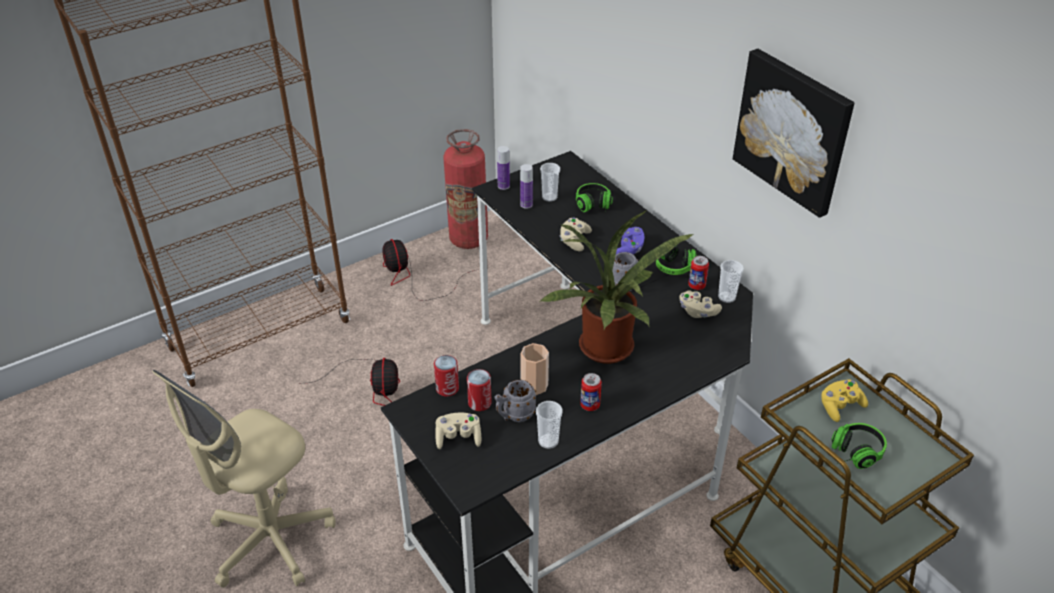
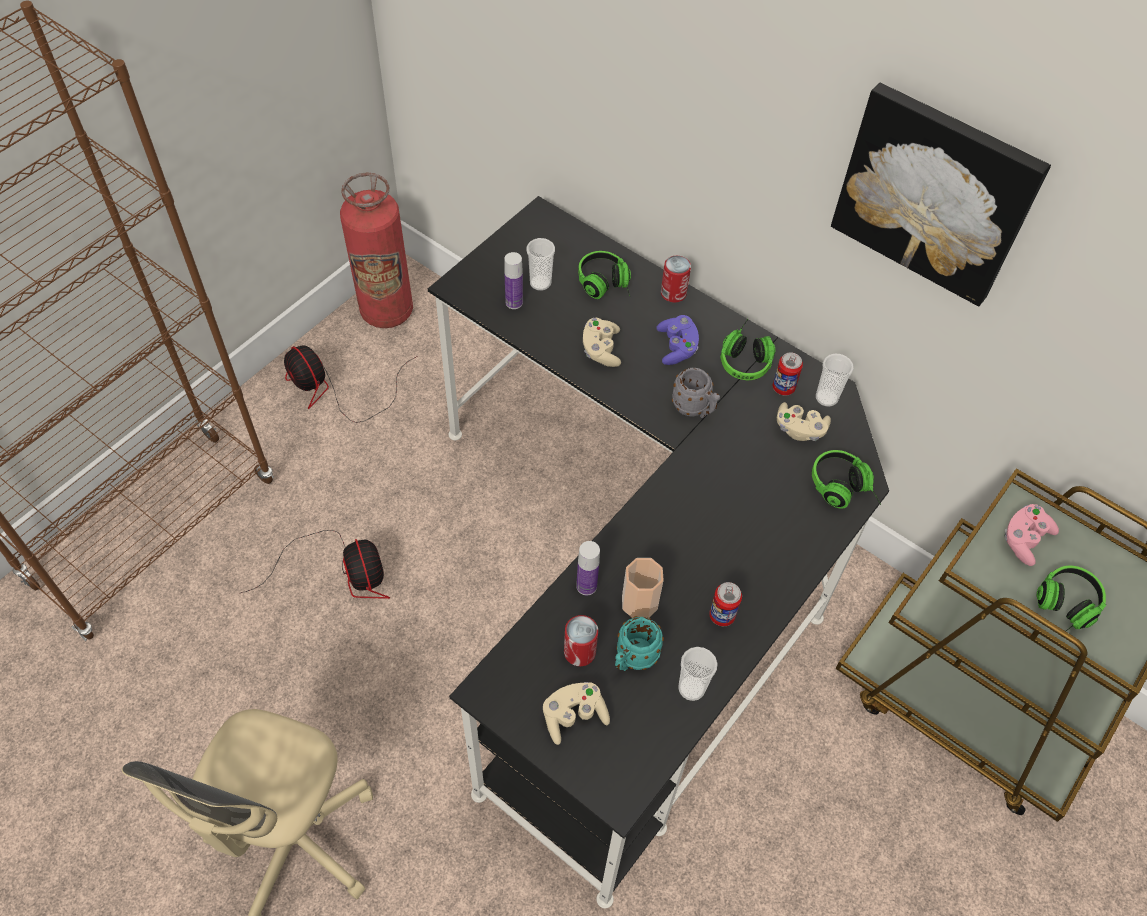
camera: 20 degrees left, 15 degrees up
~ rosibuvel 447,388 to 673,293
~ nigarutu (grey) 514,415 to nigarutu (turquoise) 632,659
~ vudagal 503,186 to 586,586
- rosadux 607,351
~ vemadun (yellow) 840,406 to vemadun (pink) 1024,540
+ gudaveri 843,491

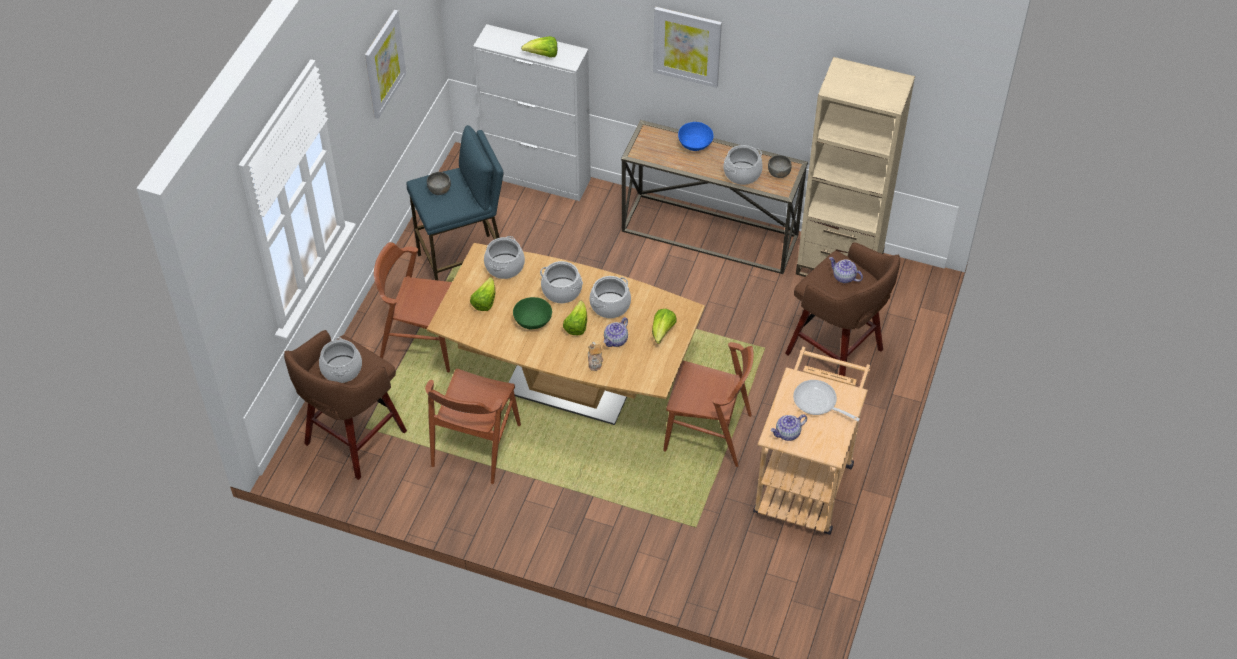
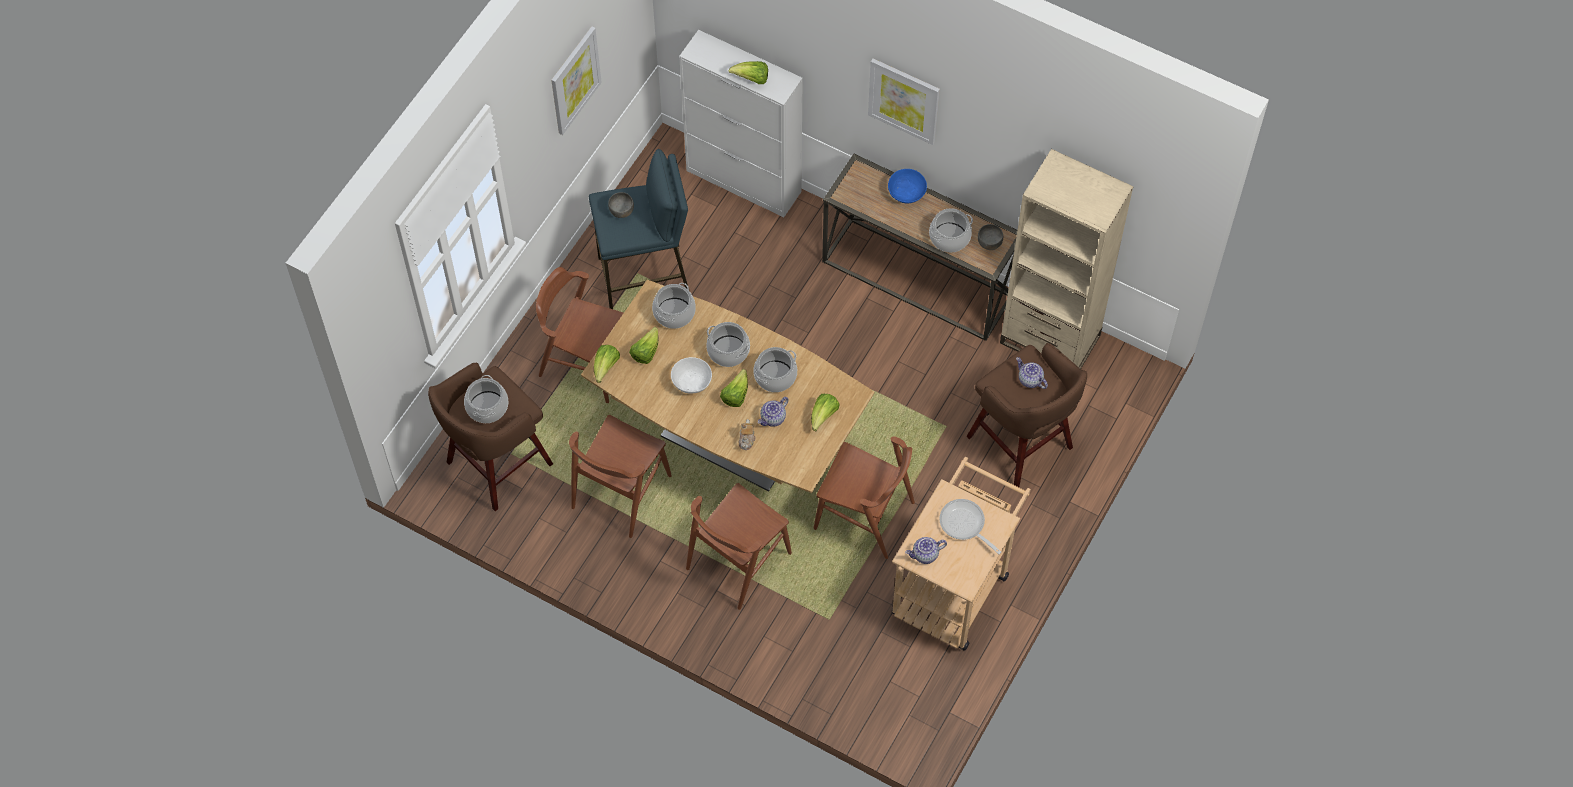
camera: 10 degrees right, 10 degrees up
~ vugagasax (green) 532,320 to vugagasax (white) 691,381
+ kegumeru 605,367
+ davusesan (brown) 738,561

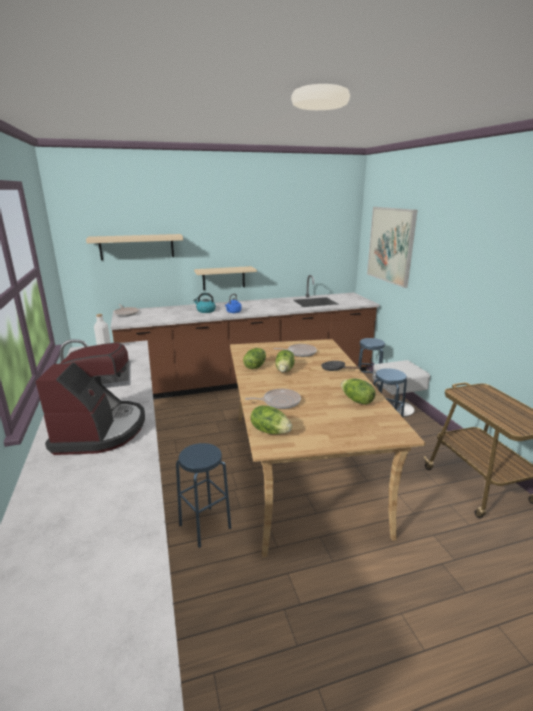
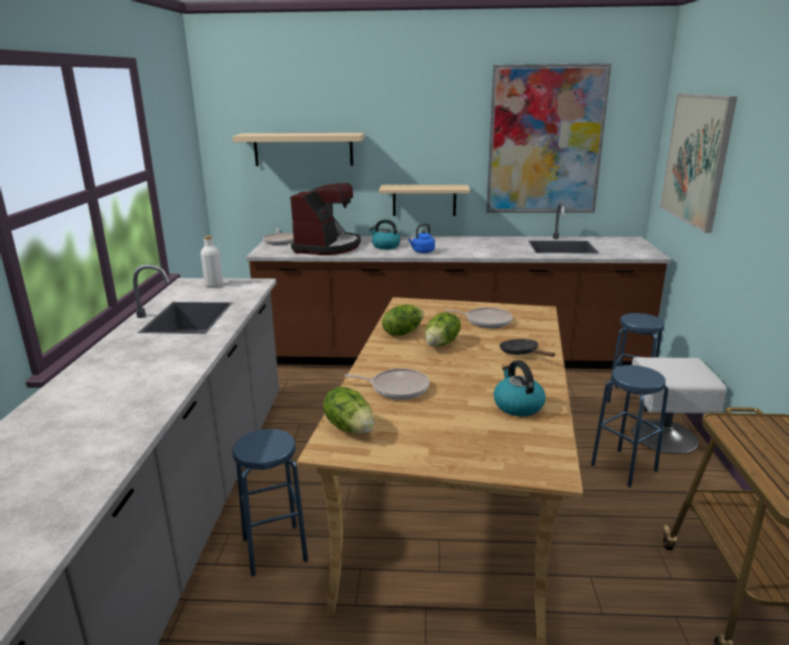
camera: 20 degrees right, 0 degrees up
~ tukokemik 100,430 to 327,247
~ kegumeru 356,400 to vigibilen 517,405
+ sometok 545,141

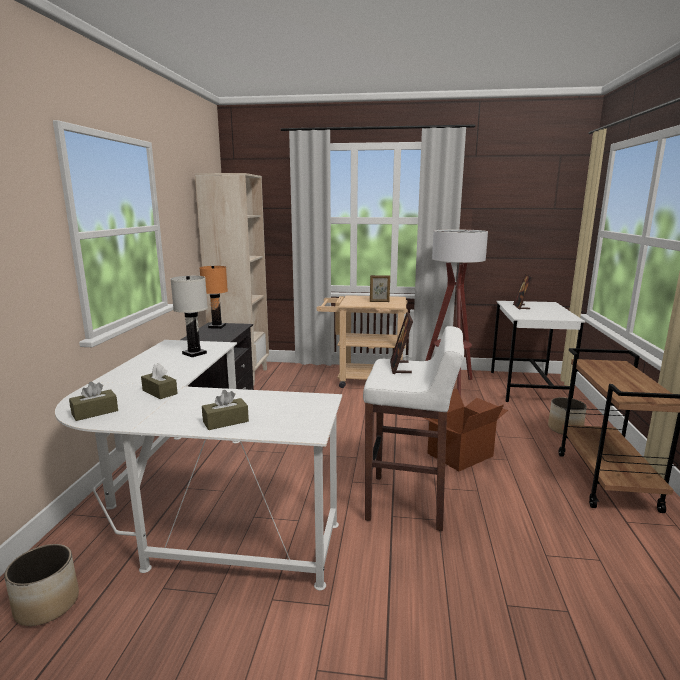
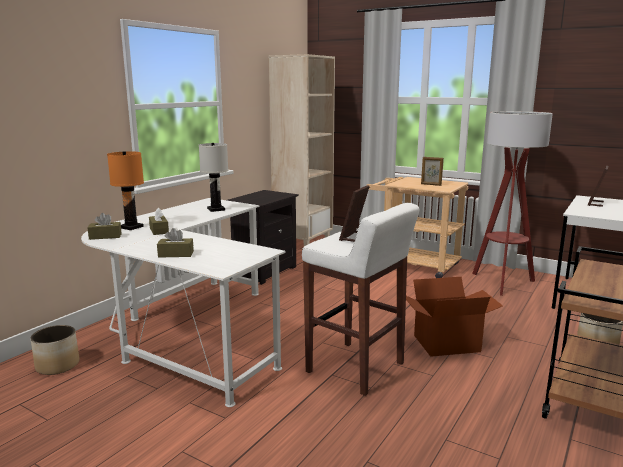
camera: 25 degrees right, 0 degrees up
~ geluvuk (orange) 217,326 to 132,227

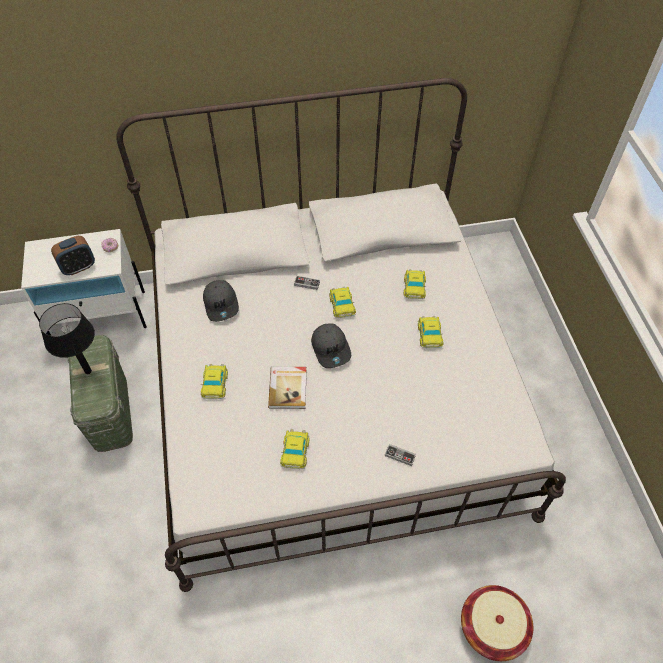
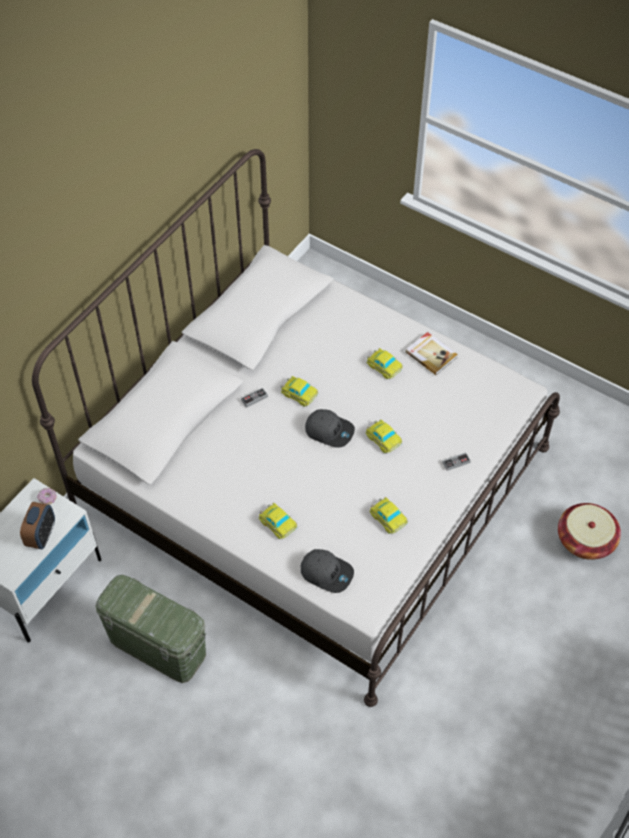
camera: 45 degrees left, 0 degrees up
- geluvuk (black) 88,371
~ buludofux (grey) 221,304 to 327,572
~ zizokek 288,388 to 431,354
~ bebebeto 414,286 to 383,438

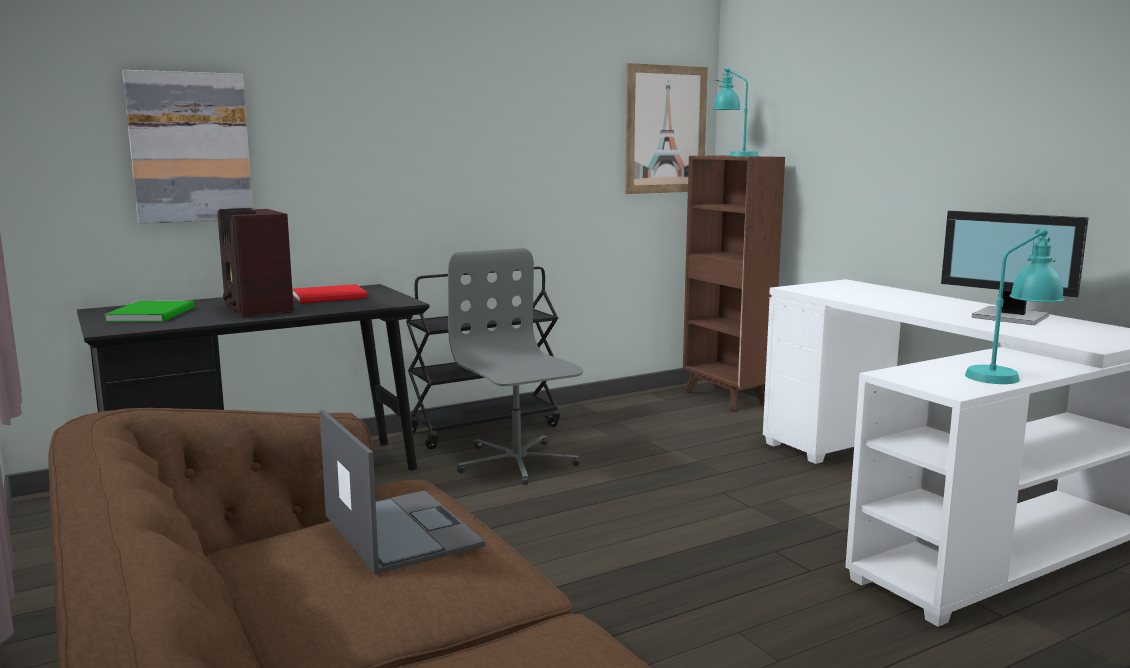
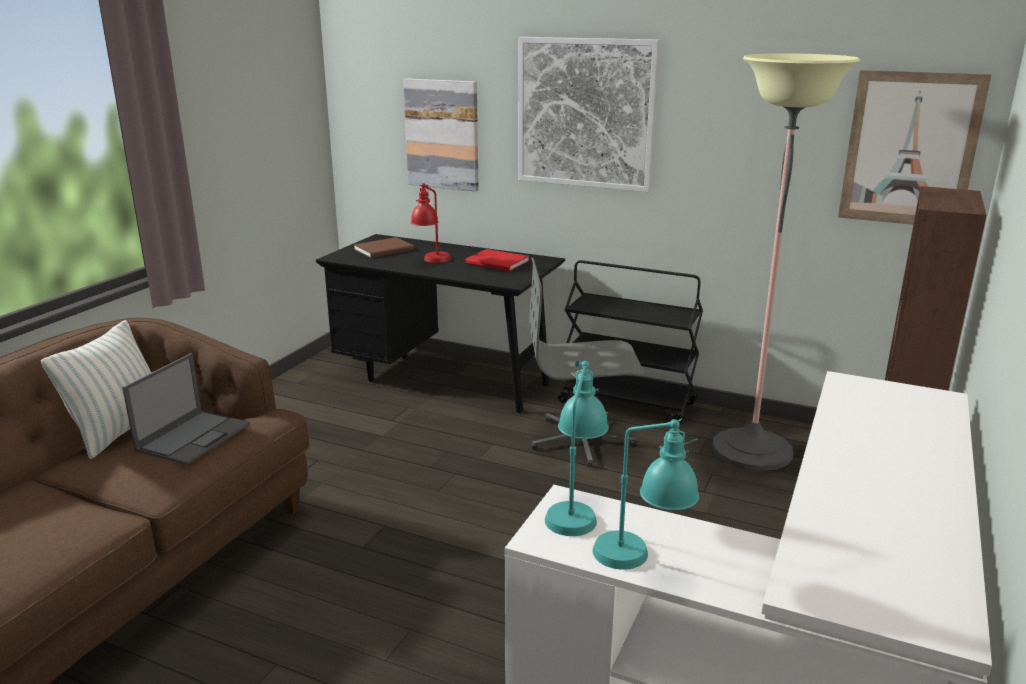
camera: 55 degrees right, 10 degrees up
~ zizokek (green) 154,314 to zizokek (brown) 386,249
~ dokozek 257,309 to geluvuk (red) 432,262
~ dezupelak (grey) 516,463 = 582,440 120 degrees counterclockwise
~ geluvuk (turquoise) 733,155 to 575,508
- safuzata 1010,317
+ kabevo 120,431
+ sometok 585,113
+ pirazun 751,450

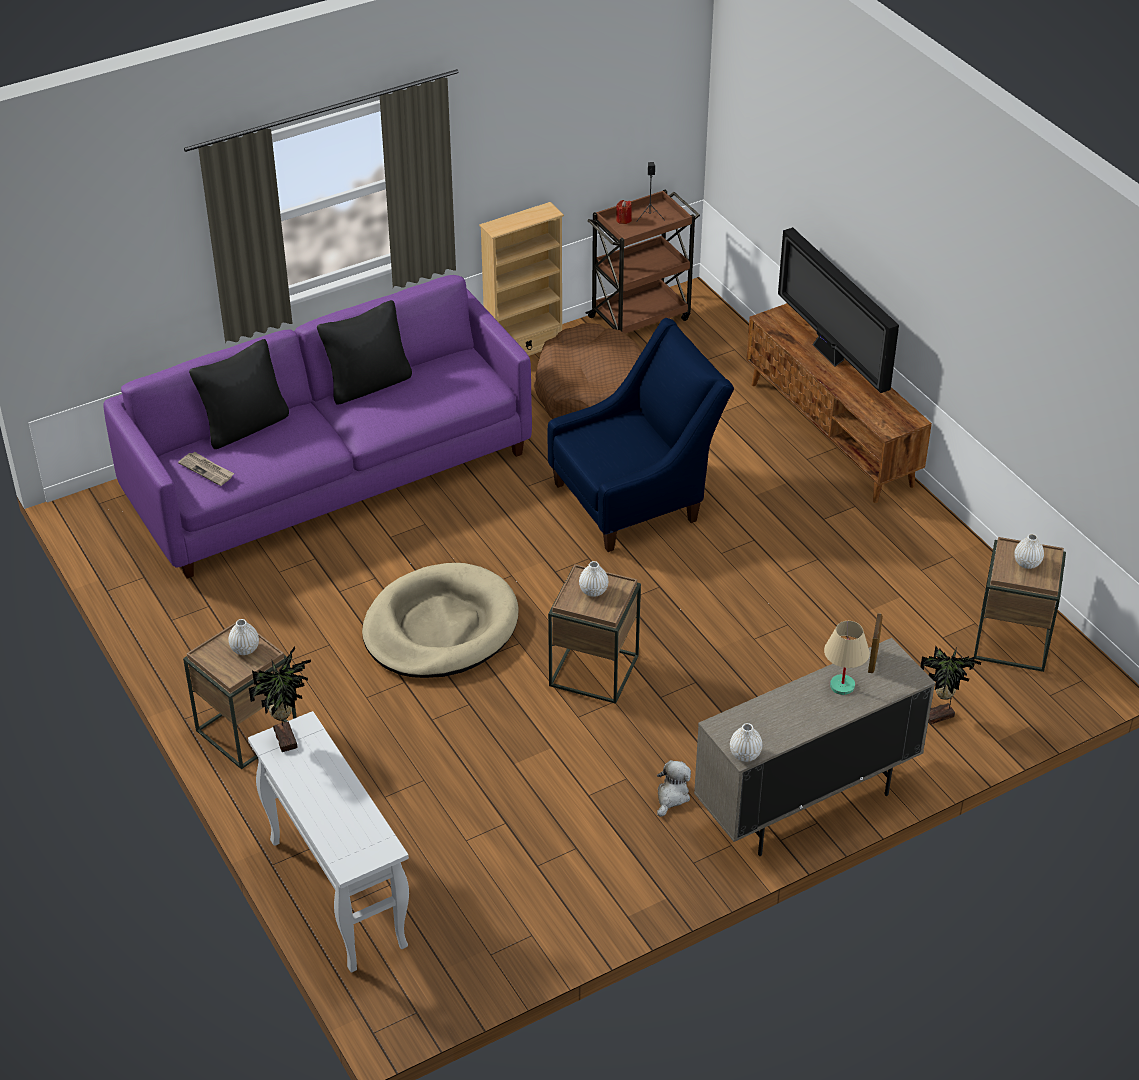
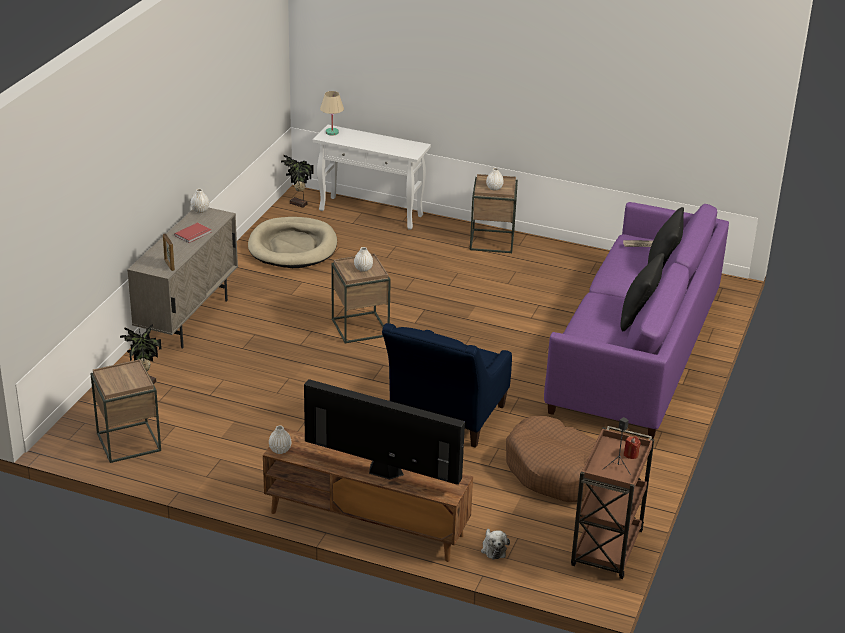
camera: 140 degrees right, 10 degrees down
~ rosadux 287,738 to 298,204
~ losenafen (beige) 440,627 to 293,247
- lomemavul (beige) 523,348
~ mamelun 672,796 to 493,549
~ geluvuk (beige) 842,686 to 331,132
~ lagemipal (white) 1027,563 to 280,450
+ zizokek (red) 194,234

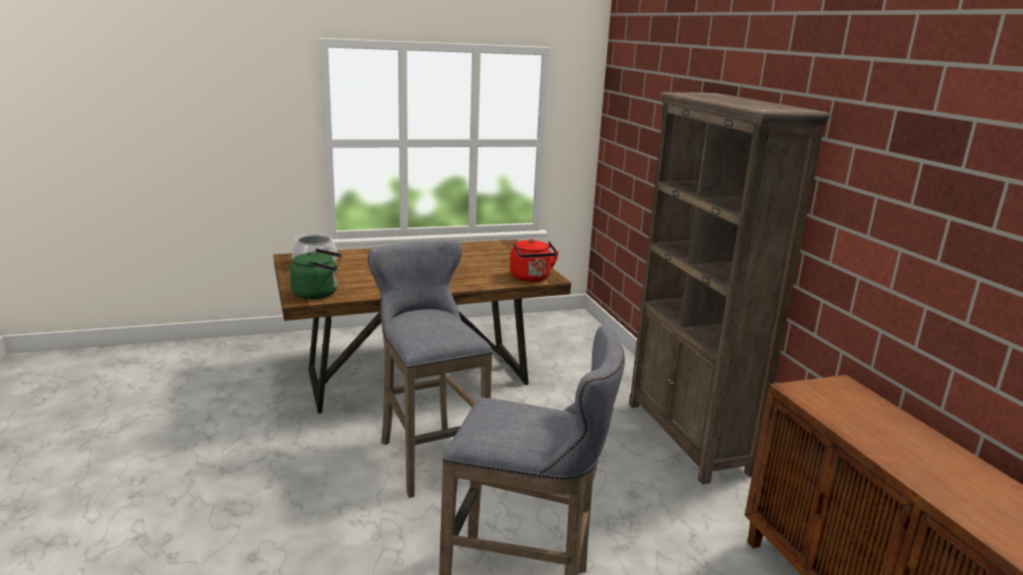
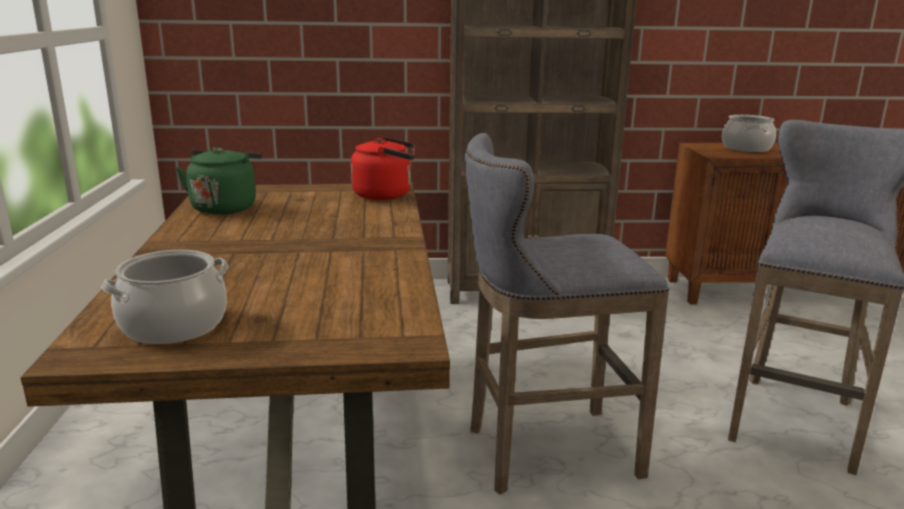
camera: 75 degrees left, 0 degrees up
~ vigibilen (green) 318,293 to 225,207
+ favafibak 747,148

